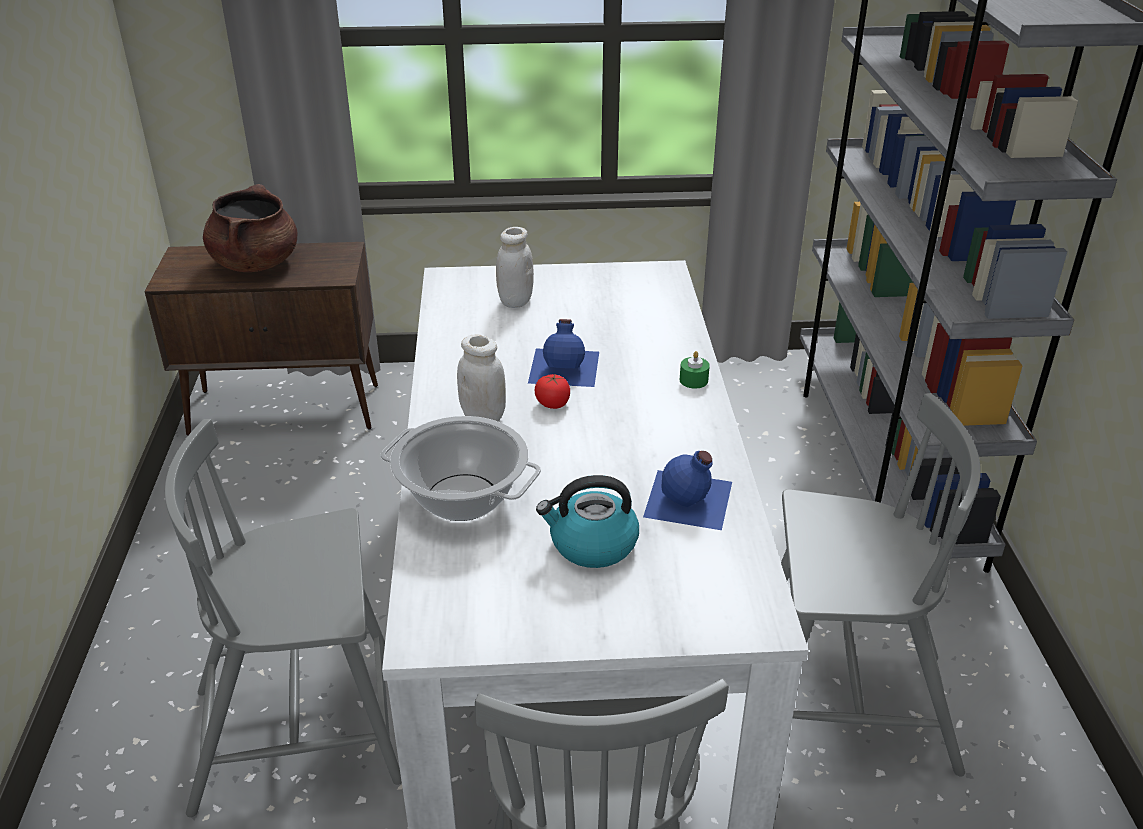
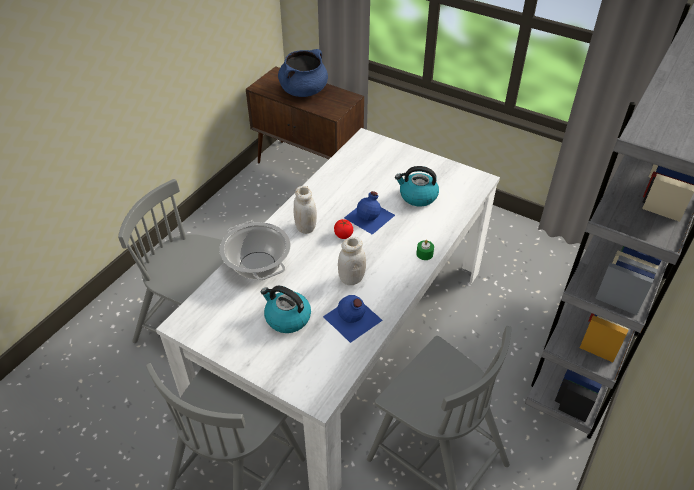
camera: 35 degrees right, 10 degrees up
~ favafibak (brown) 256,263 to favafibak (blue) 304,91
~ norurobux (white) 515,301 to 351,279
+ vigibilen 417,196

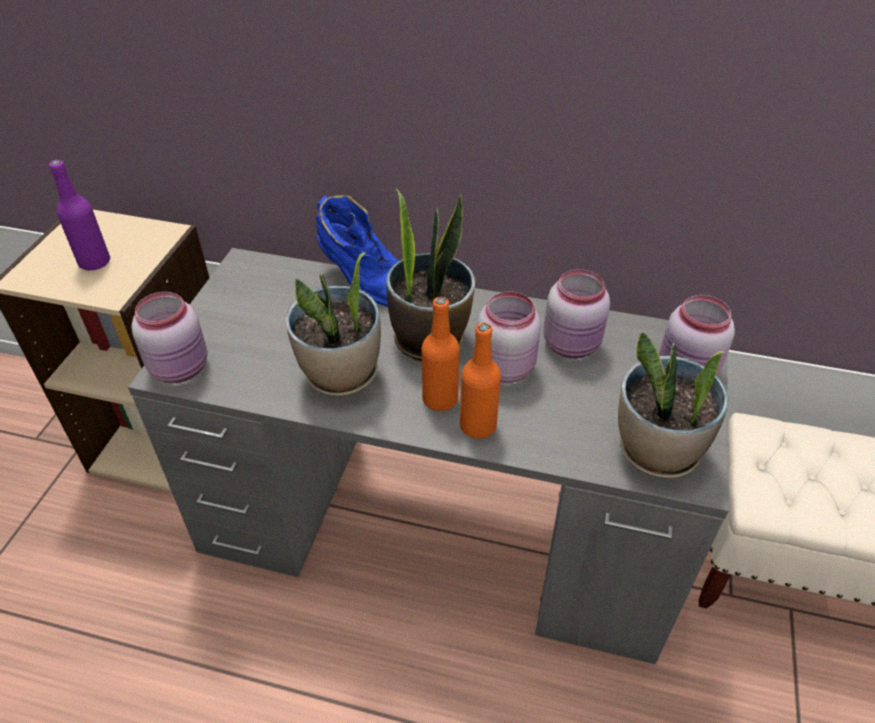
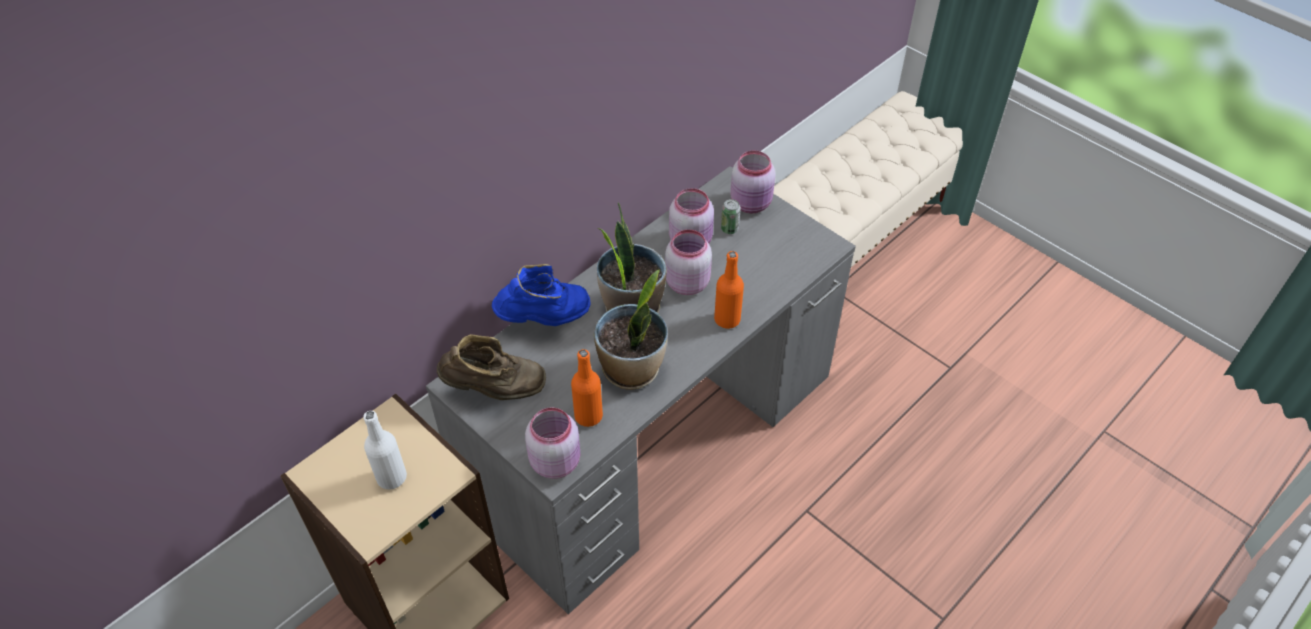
camera: 60 degrees left, 5 degrees up
~ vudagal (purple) 94,262 to vudagal (white) 391,477
~ vudagal (orange) 440,399 to 588,416
- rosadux 657,451
+ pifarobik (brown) 495,390
+ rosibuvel 729,229

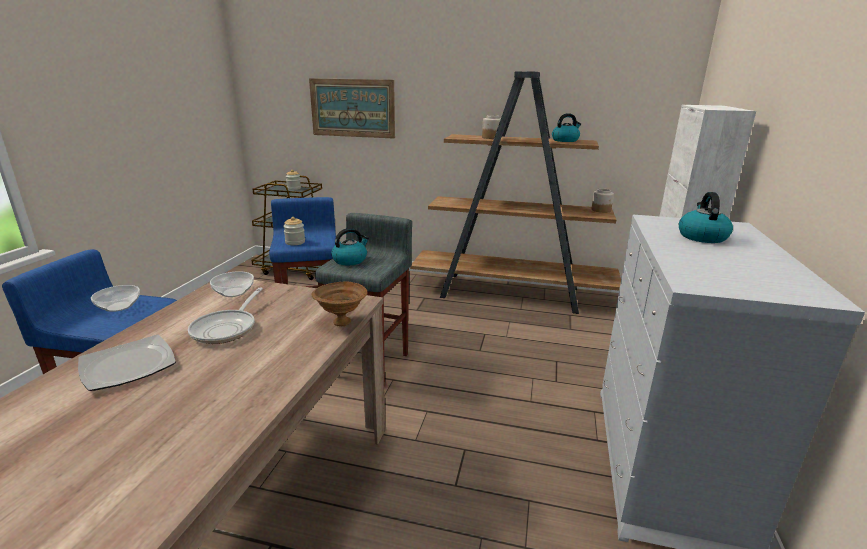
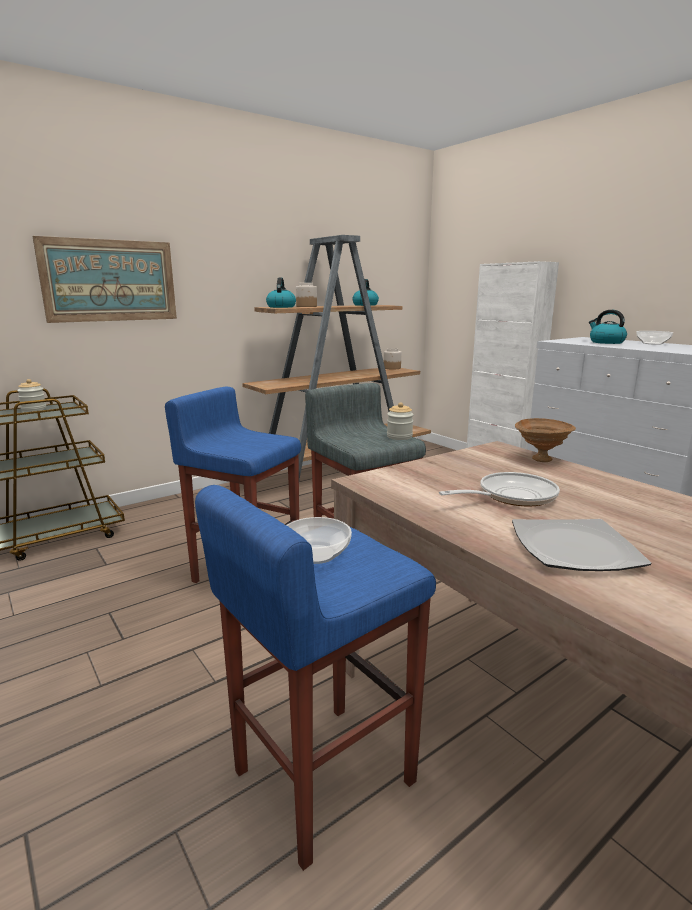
camera: 50 degrees left, 5 degrees down
~ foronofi 227,328 = 511,496 75 degrees counterclockwise
~ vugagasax 233,292 to 652,343
~ norurobux 295,242 to 399,437
~ vigibilen 350,260 to 281,307

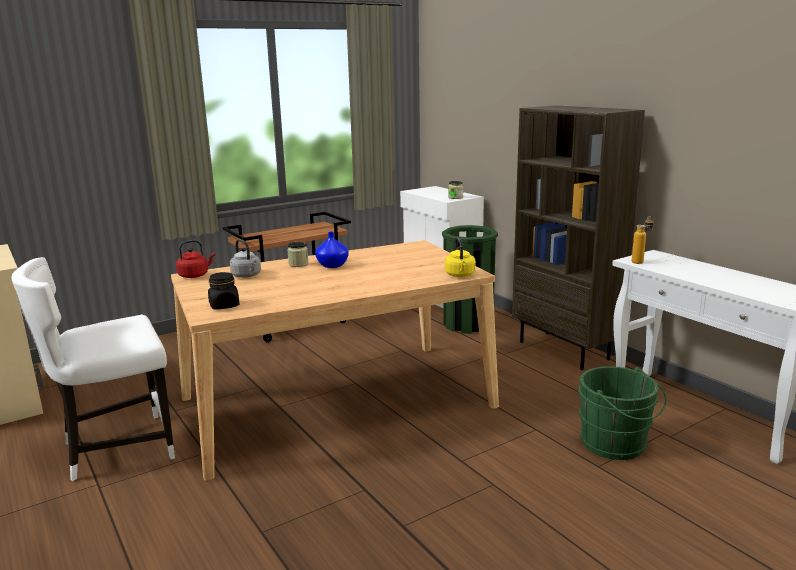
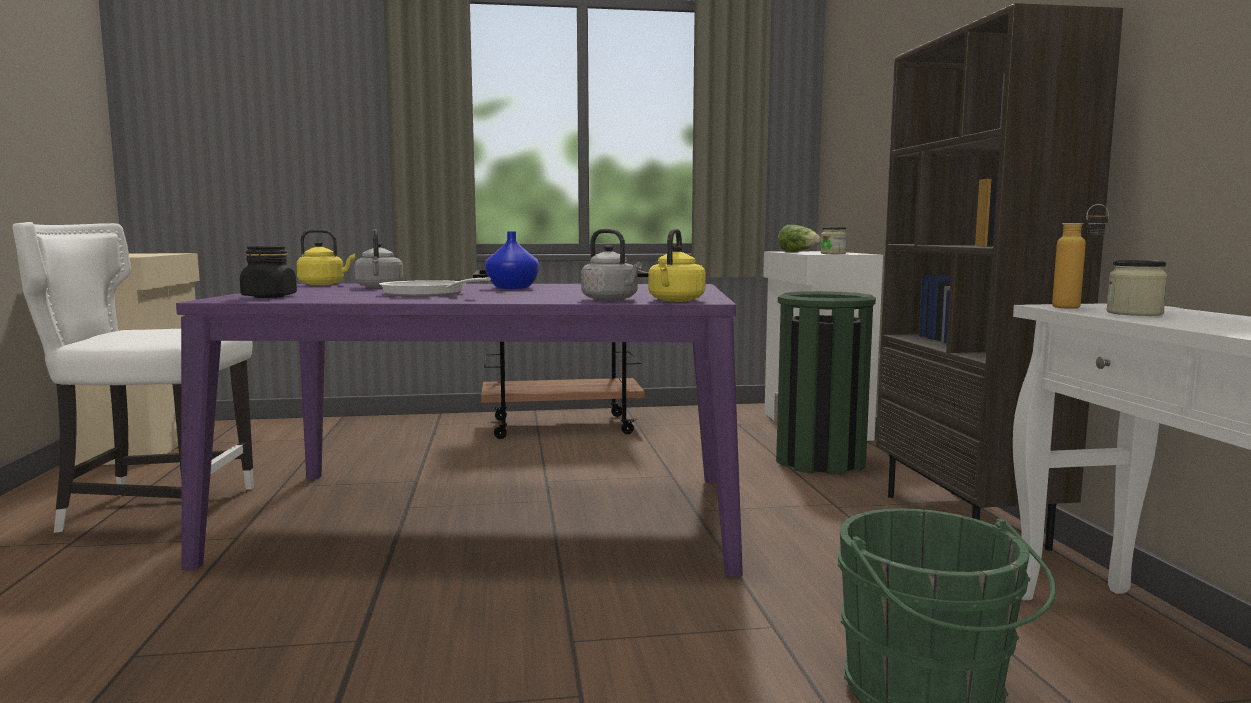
camera: 25 degrees right, 10 degrees down
~ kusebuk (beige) 336,402 to kusebuk (purple) 489,517
~ vigibilen (red) 195,275 to vigibilen (yellow) 324,284
~ norurobux 298,264 to 1134,313
+ foronofi 428,294
+ vigibilen (grey) 612,299
+ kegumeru 799,252

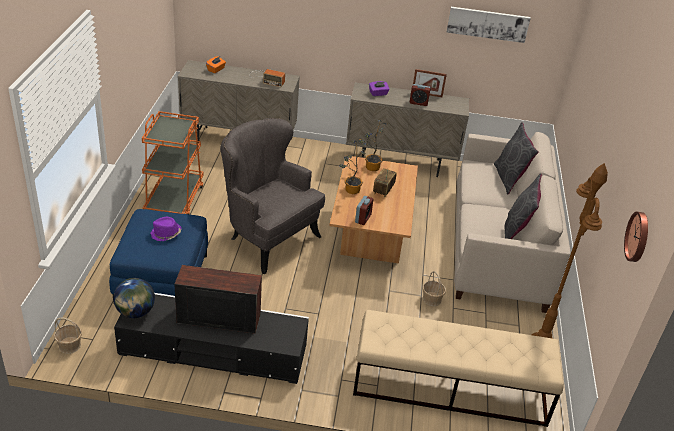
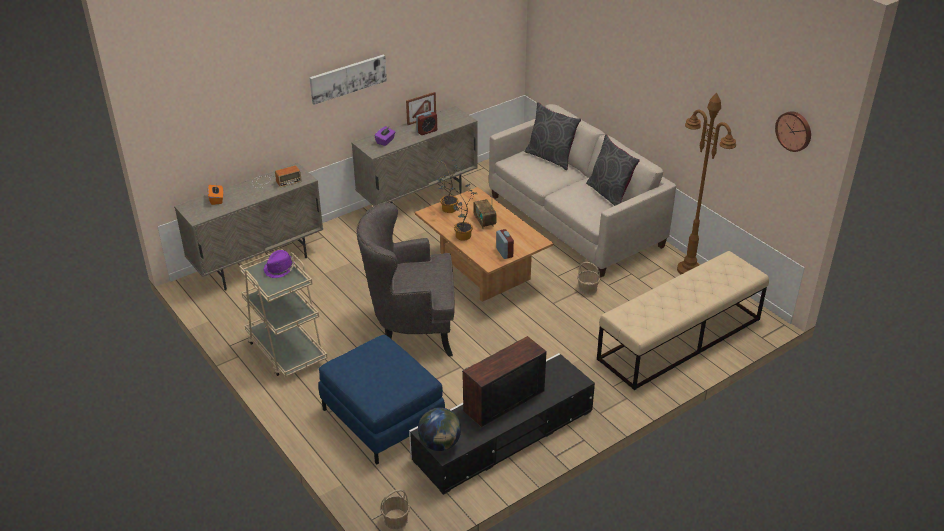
camera: 40 degrees left, 0 degrees up
~ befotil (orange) 174,199 to befotil (beige) 286,350
~ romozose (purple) 166,234 to 280,269
~ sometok 487,24 to 348,78

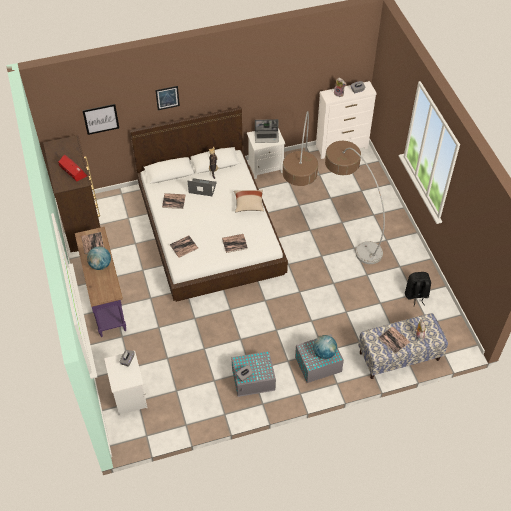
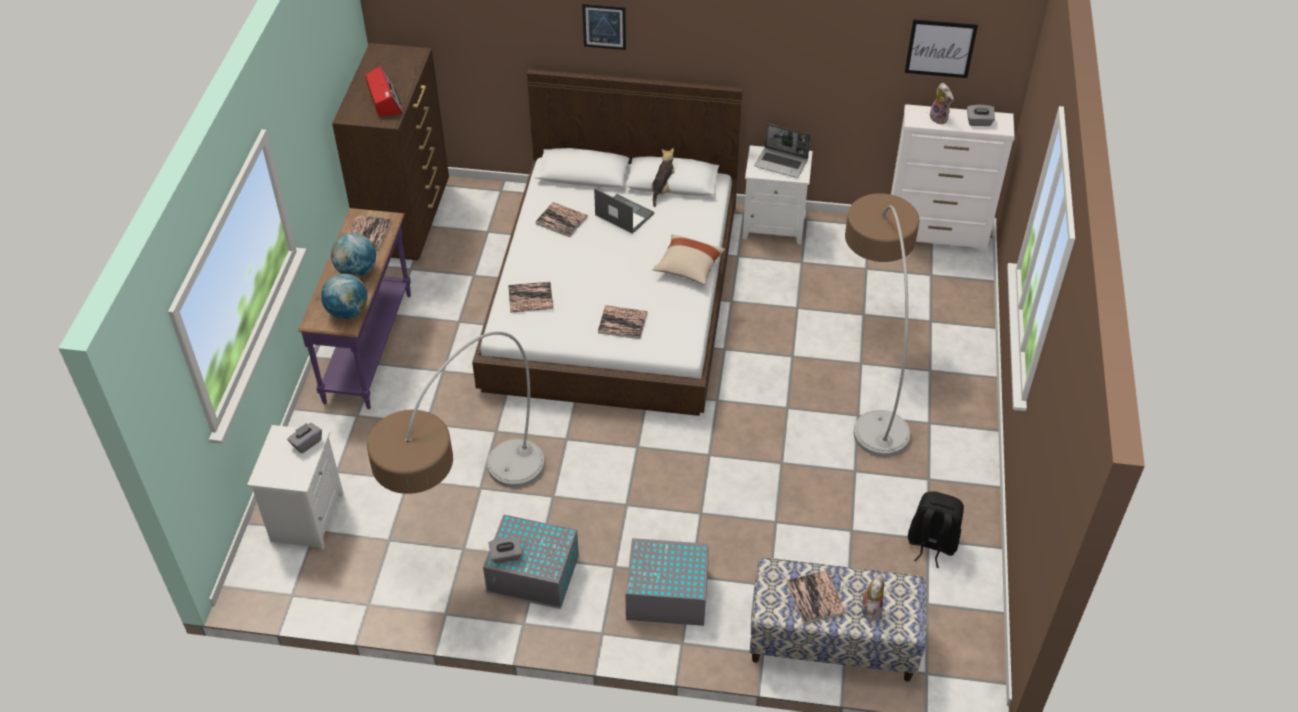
camera: 25 degrees right, 5 degrees down
~ sometok 101,119 to 940,48
~ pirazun 300,201 to 467,518
~ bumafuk 324,353 to 348,312

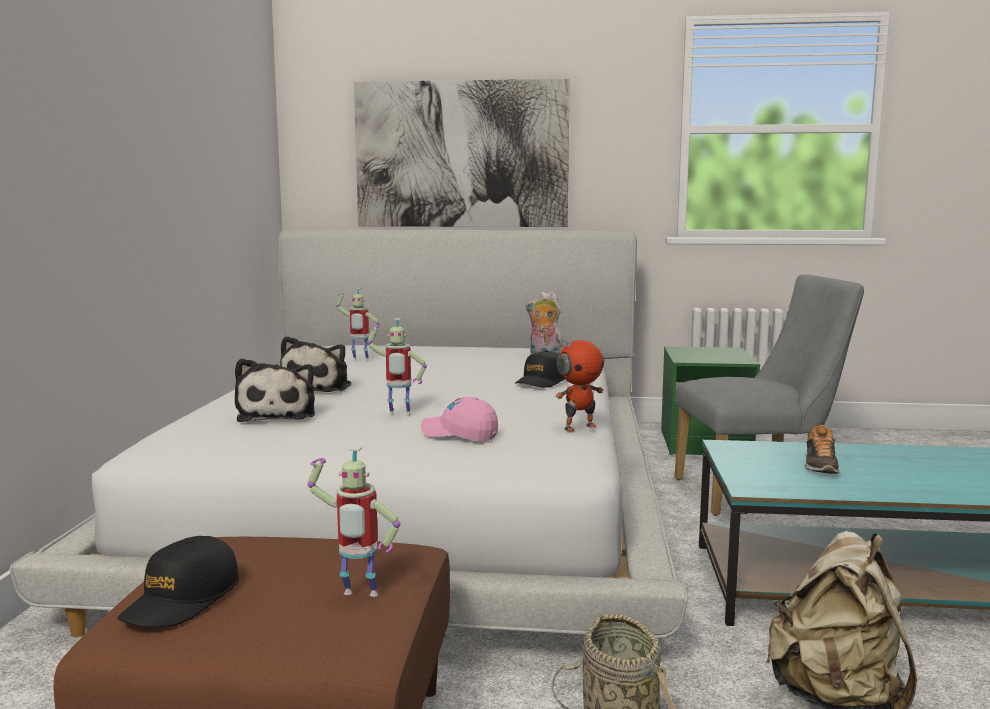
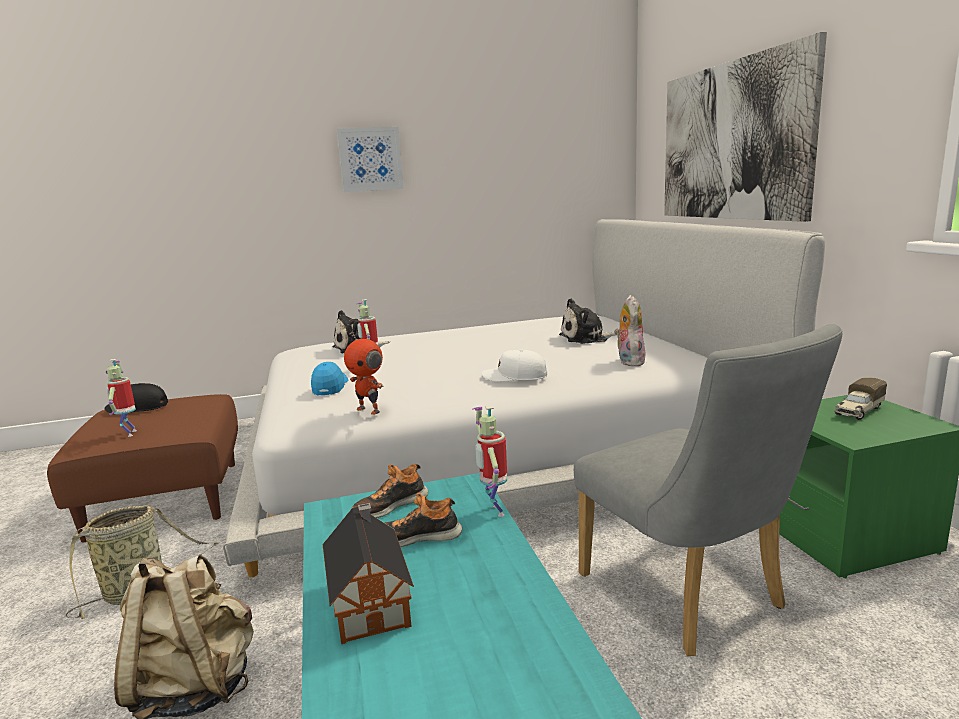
camera: 70 degrees right, 5 degrees up
~ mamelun 318,387 to 586,338
~ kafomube 359,360 to 494,511
~ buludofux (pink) 459,434 to buludofux (blue) 330,387
~ buludofux (black) 542,381 to buludofux (white) 515,377
+ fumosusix 370,599
+ sometok 370,159
+ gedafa 390,506
+ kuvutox 858,411

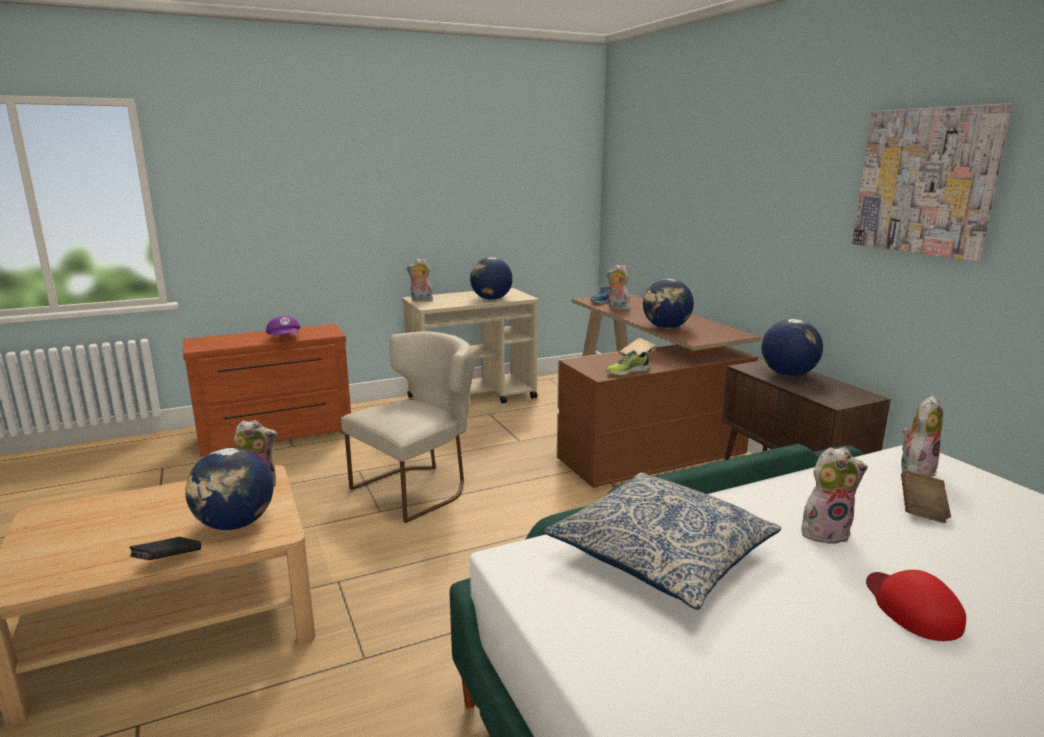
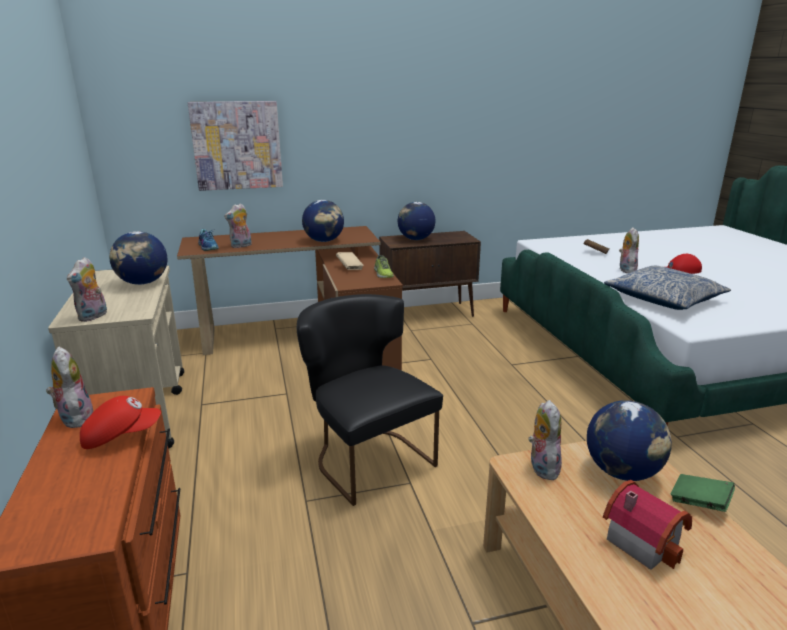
camera: 80 degrees left, 5 degrees up
~ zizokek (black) 168,561 to zizokek (green) 699,502
~ buludofux (purple) 285,339 to buludofux (red) 121,436
~ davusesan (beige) 418,488 to davusesan (black) 366,457
~ sometok 926,181 to 237,145
~ mamelun 915,469 to 74,418
+ fumosusix 642,540

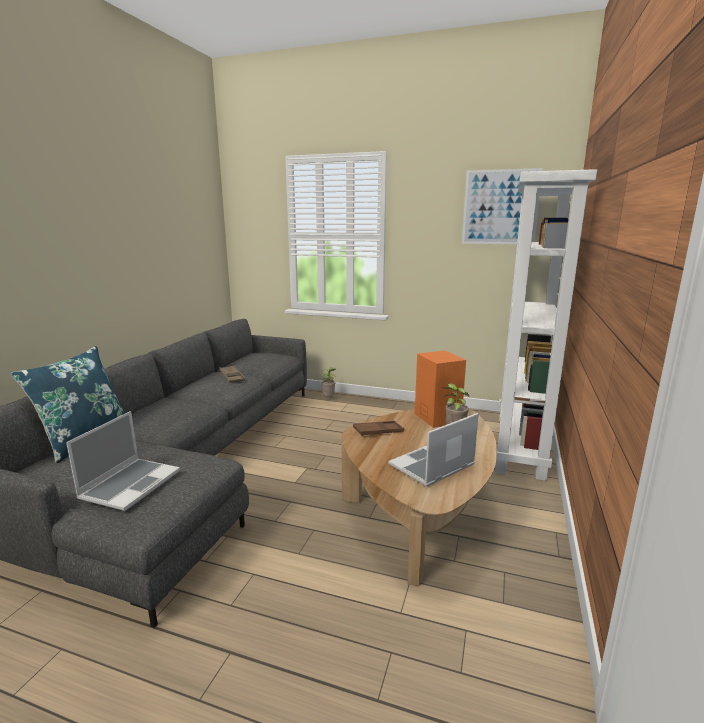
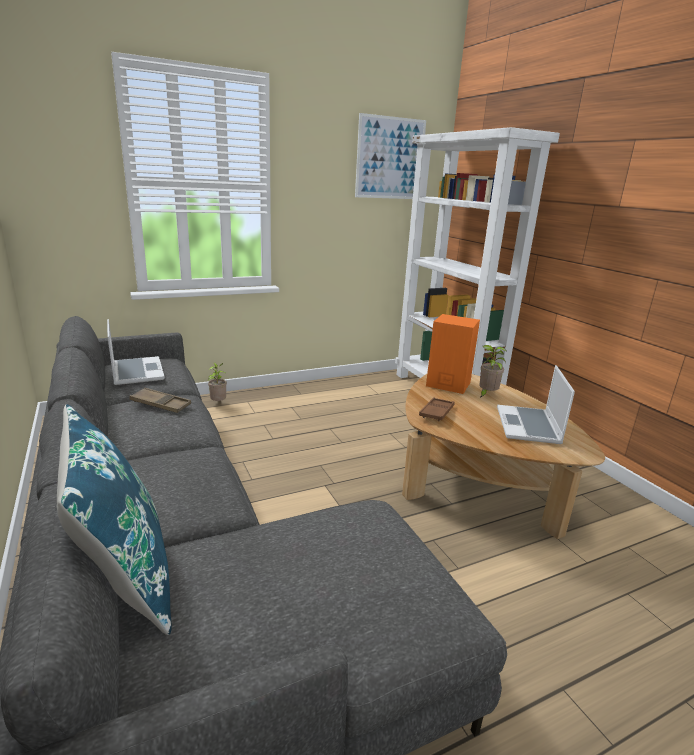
camera: 45 degrees left, 5 degrees up
~ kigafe 131,484 to 136,372

